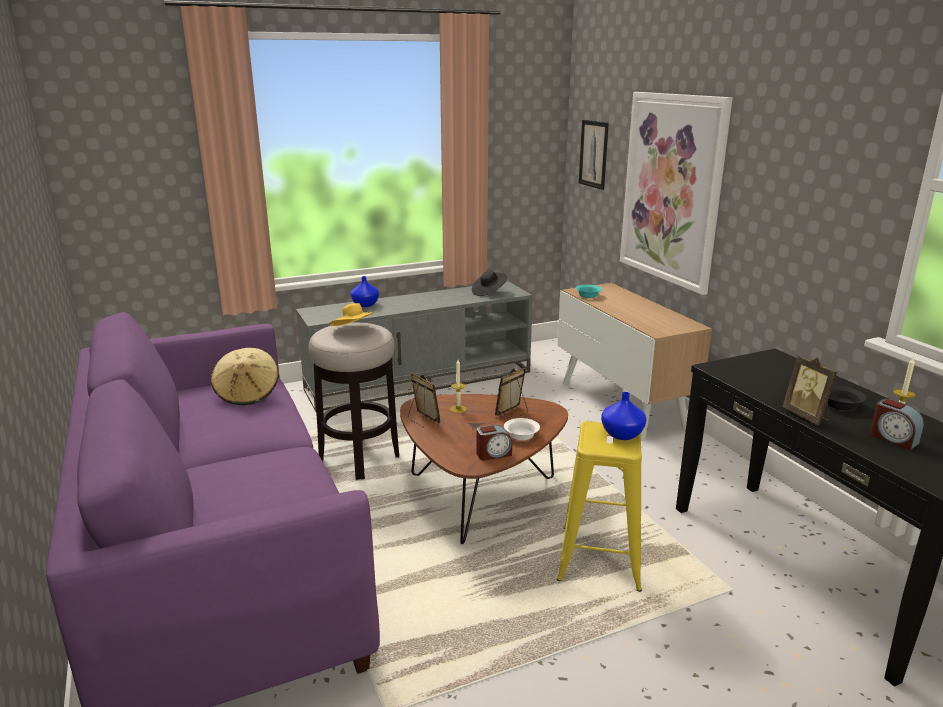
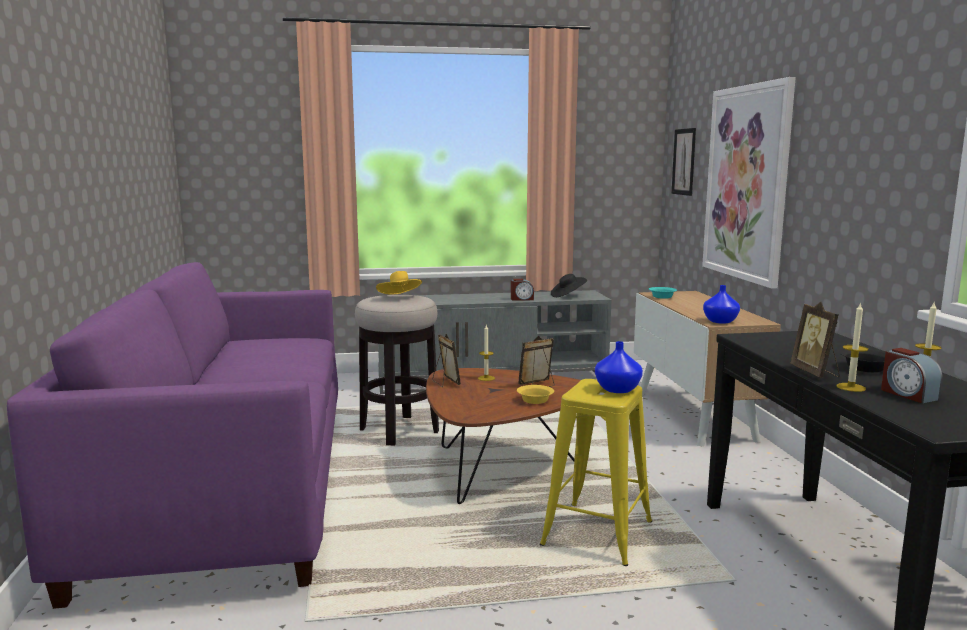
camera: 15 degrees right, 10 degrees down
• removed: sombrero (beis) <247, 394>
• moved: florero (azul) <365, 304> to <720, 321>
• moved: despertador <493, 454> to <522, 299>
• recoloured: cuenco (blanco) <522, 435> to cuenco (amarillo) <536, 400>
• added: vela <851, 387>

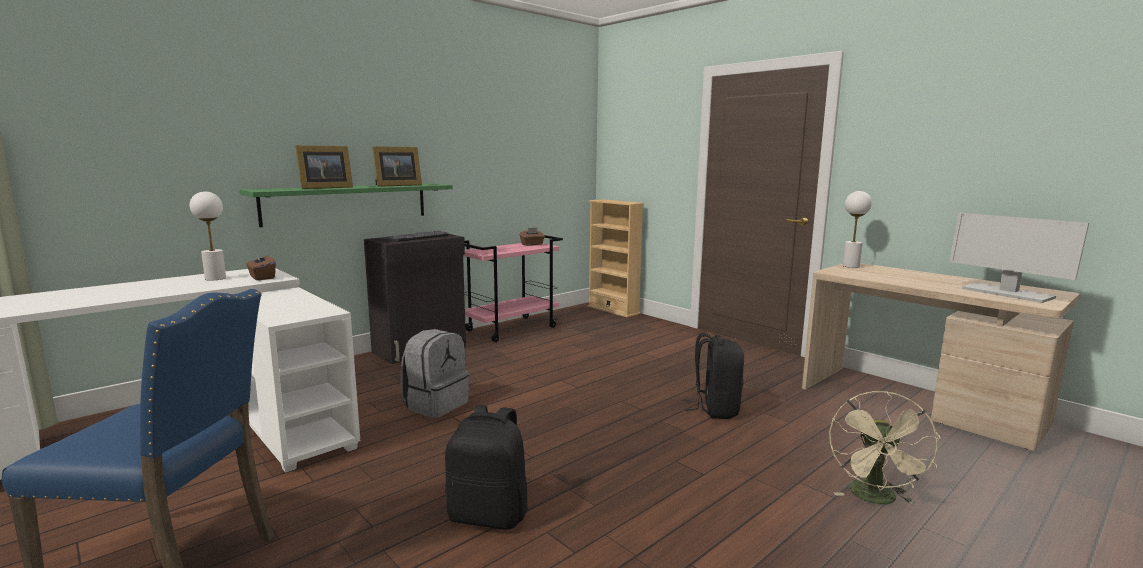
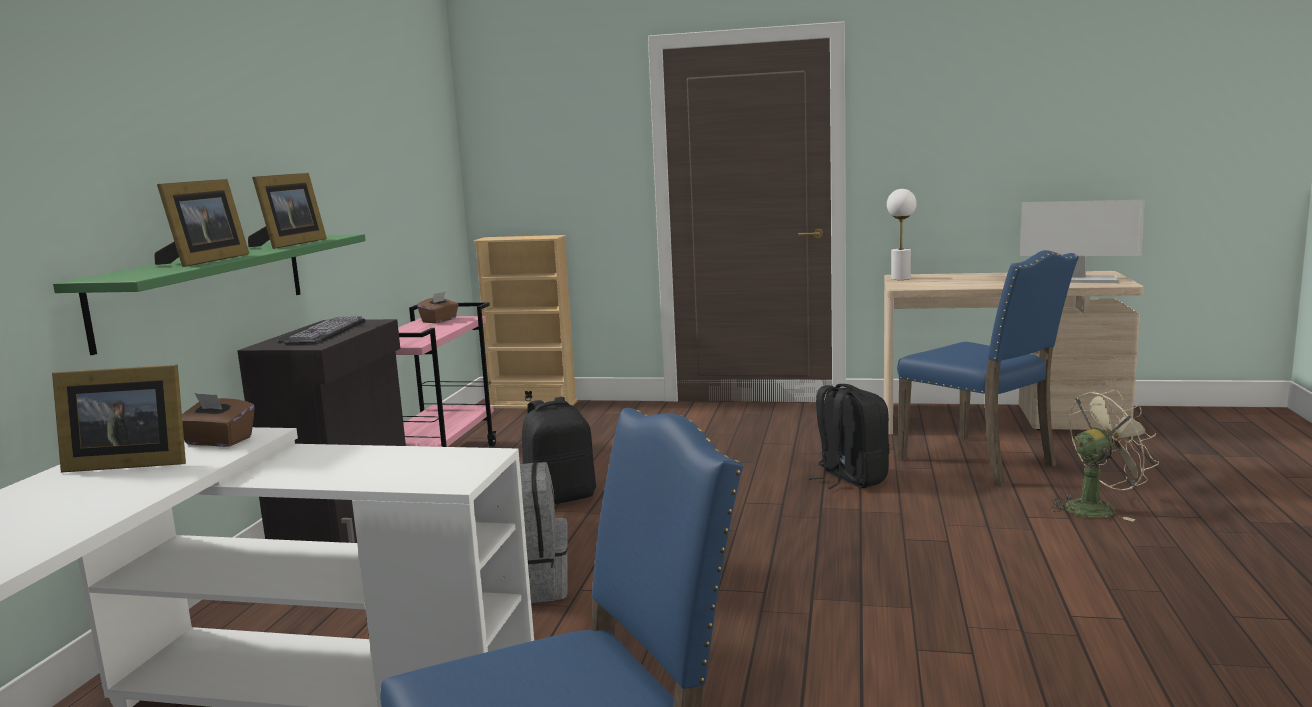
camera: 35 degrees left, 0 degrees up
• replaced: lámpara de mesa (blanco) <215, 278> to portarretratos <126, 463>
• moved: mochila (negro) <489, 515> to <560, 497>
• turned: ventilador (beis) <876, 499> = <1097, 507> 90 degrees counterclockwise
• added: silla (azul) <981, 462>

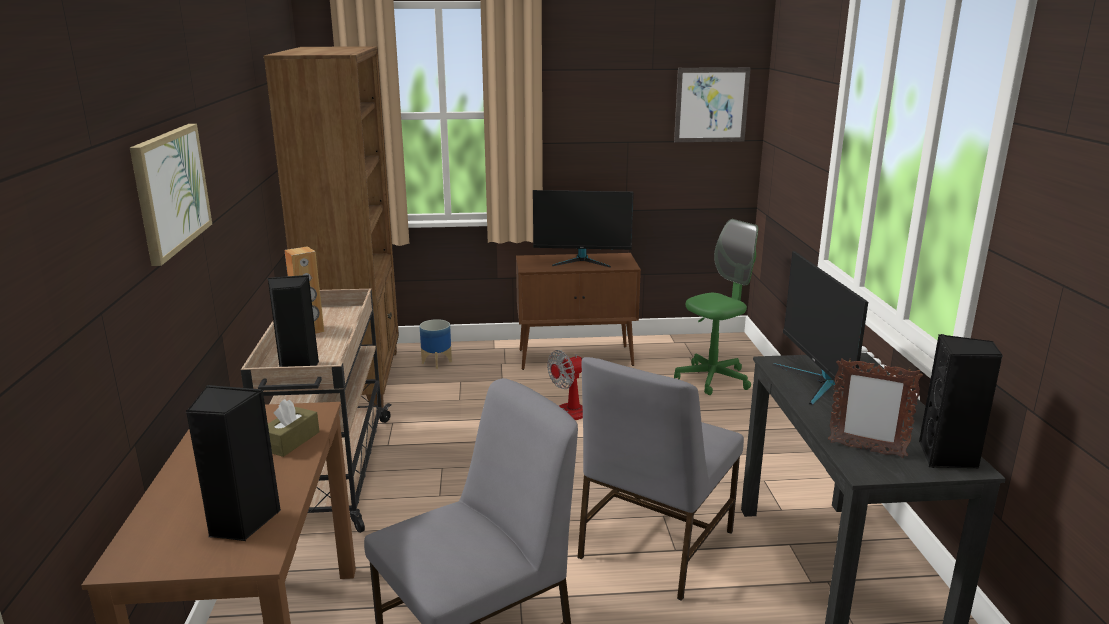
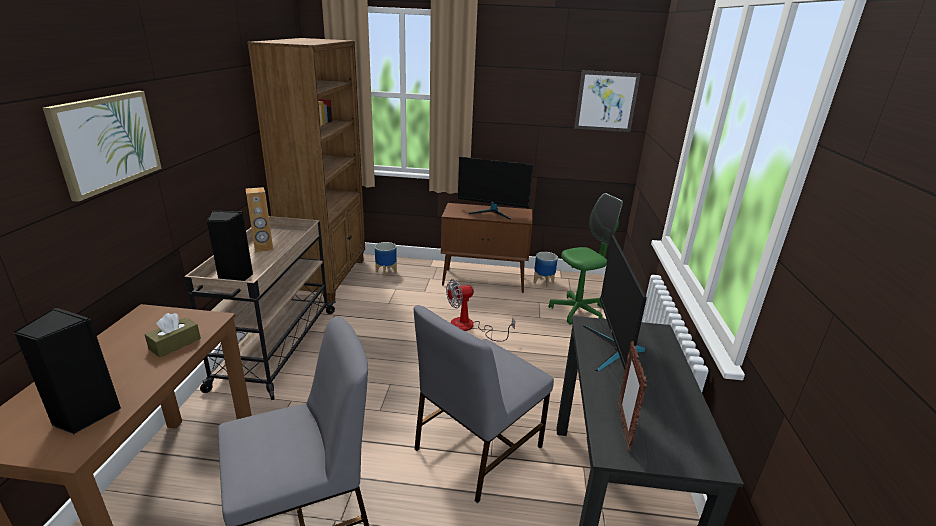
camera: 10 degrees right, 5 degrees up
• turned: portarretratos <866, 450> = <623, 427> 60 degrees clockwise
• removed: altavoz (negro) <948, 457>
• added: maceta <543, 282>

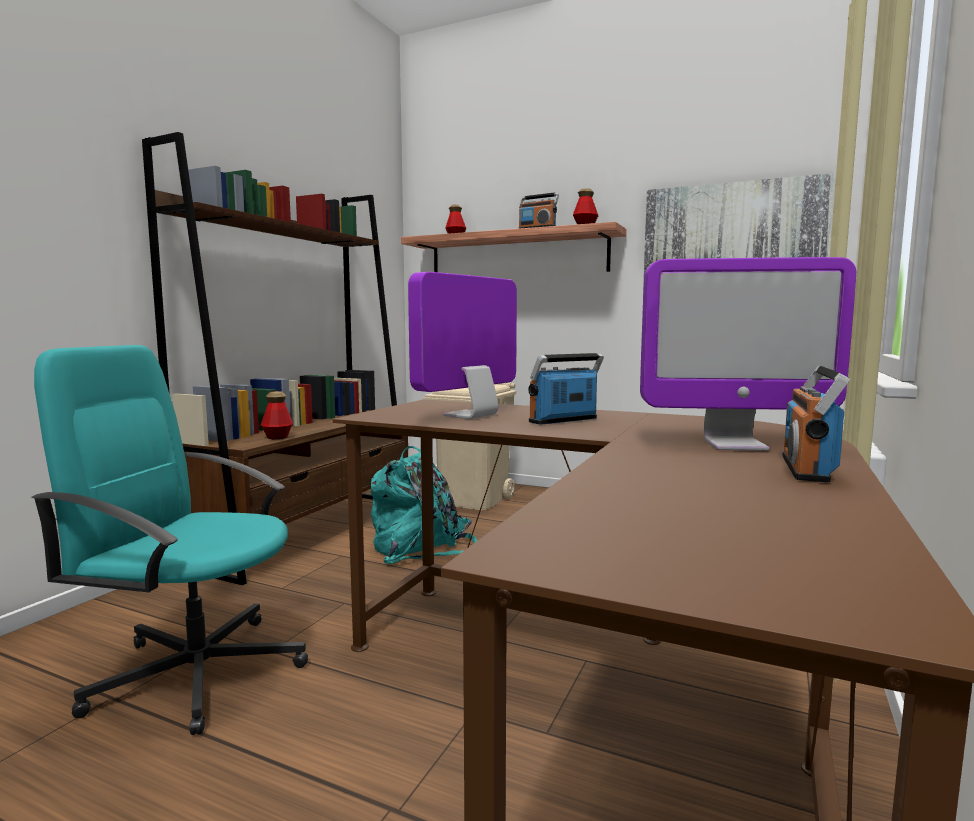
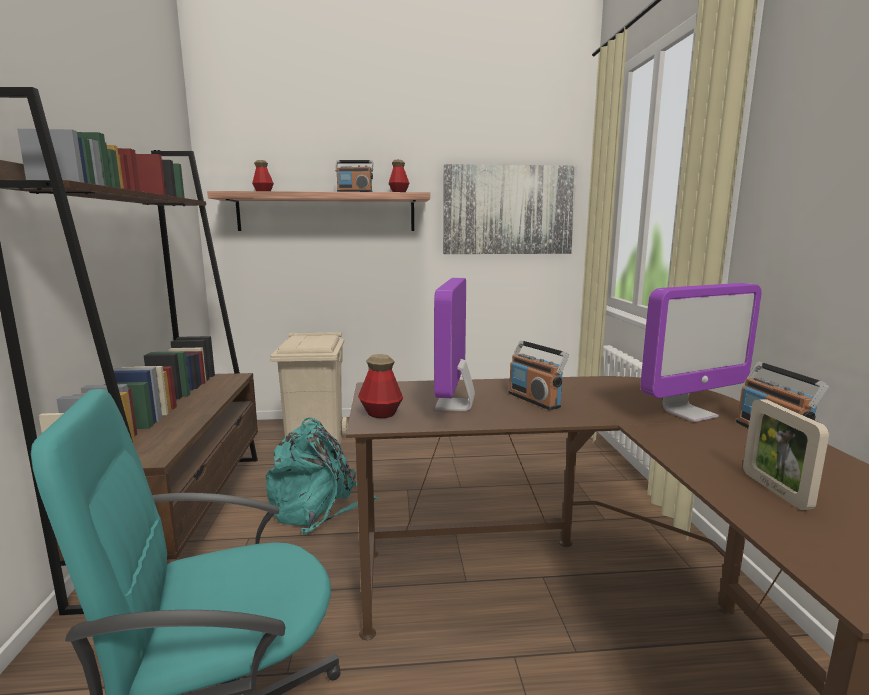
camera: 30 degrees left, 5 degrees up
• moved: botella <277, 437> to <380, 413>
• turned: radio <564, 420> = <534, 400> 60 degrees counterclockwise
• added: portarretratos <775, 490>

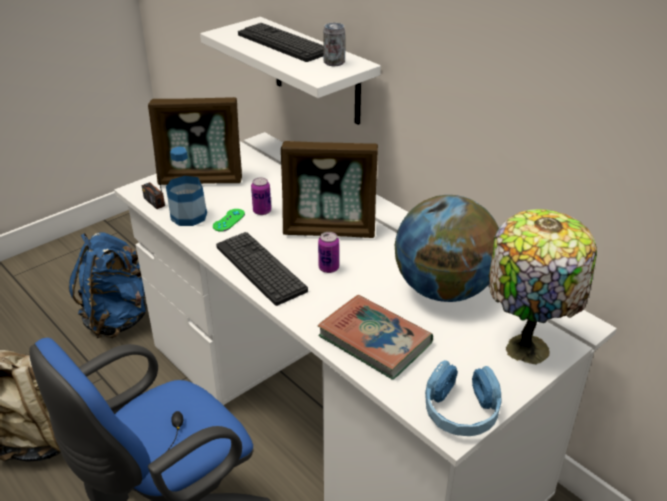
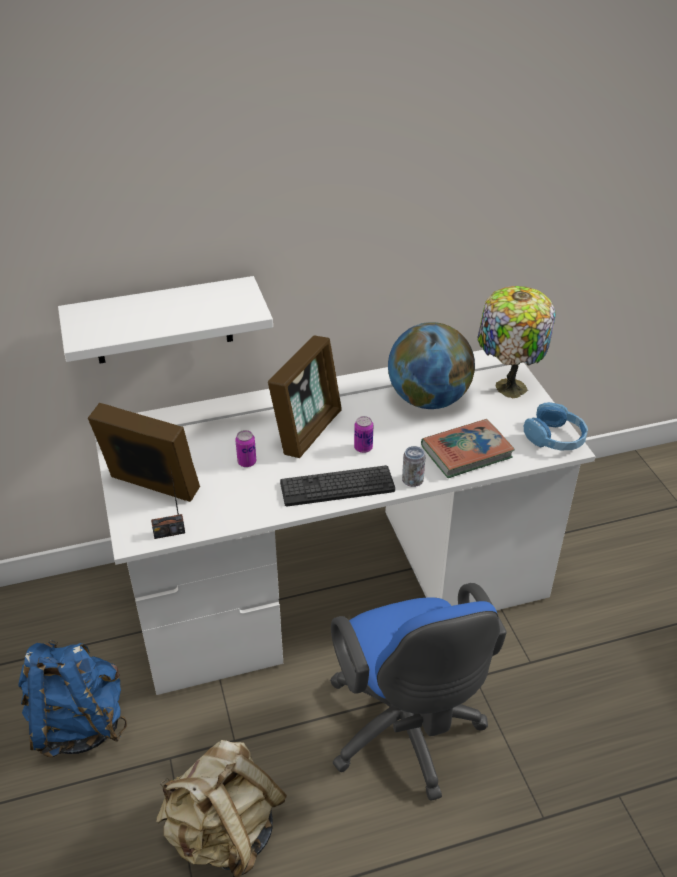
camera: 65 degrees left, 5 degrees up
• turned: portarretratos <201, 179> = <151, 488> 90 degrees counterclockwise
• removed: botella <189, 216>
• removed: mando de consola (verde) <229, 220>
• removed: teclado <283, 43>
• moved: lata <334, 62> to <412, 480>

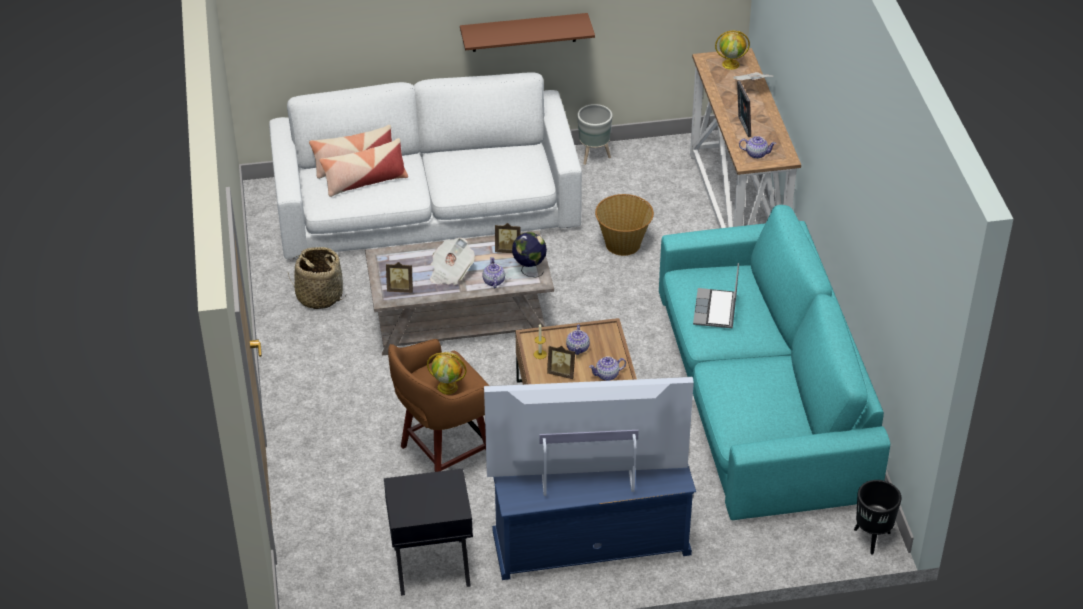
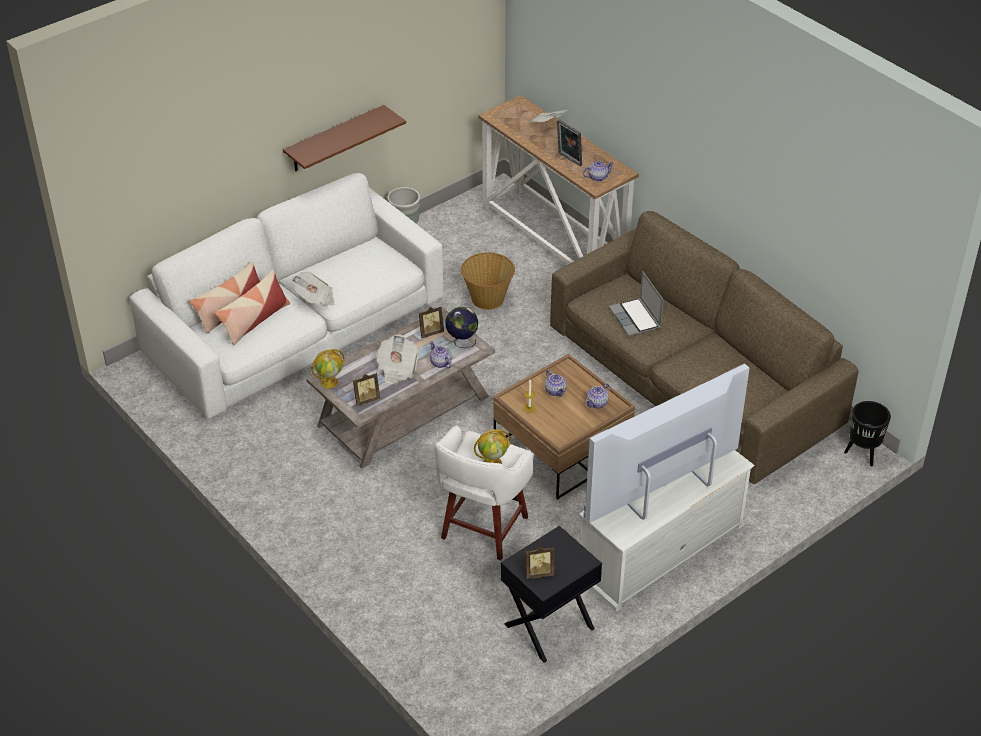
camera: 30 degrees left, 0 degrees up
• removed: cesta <319, 296>
• recoloured: taburete (marrón) <444, 455> to taburete (blanco) <483, 530>
• recoloured: mueble de televisión (azul) <590, 544> to mueble de televisión (blanco) <660, 551>
• moved: portarretratos <562, 373> to <539, 573>
• recoloured: sofá (turquesa) <760, 394> to sofá (marrón) <692, 377>
• moved: globo terráqueo <731, 64> to <330, 382>
• added: periódico <315, 298>

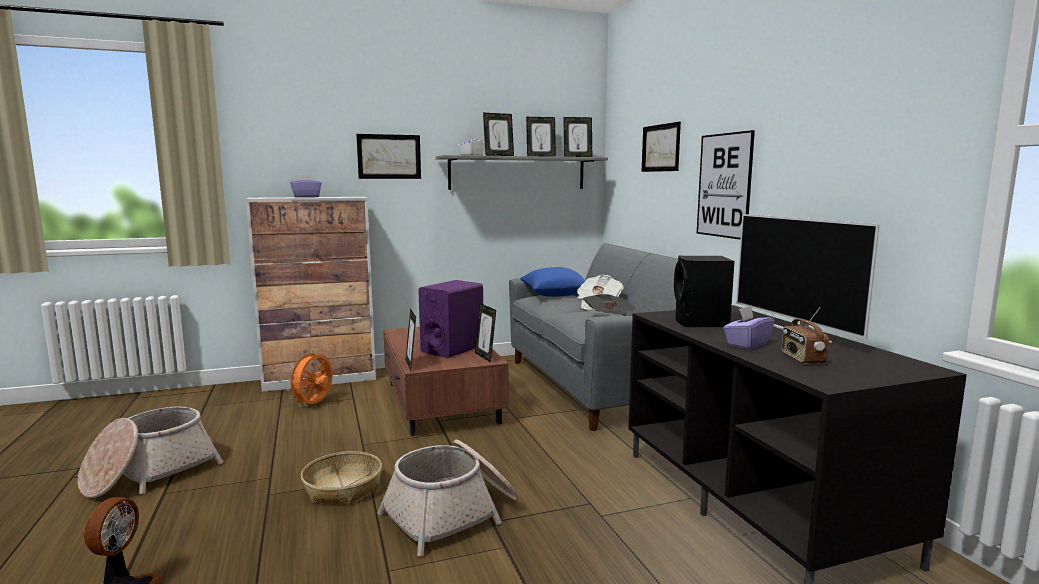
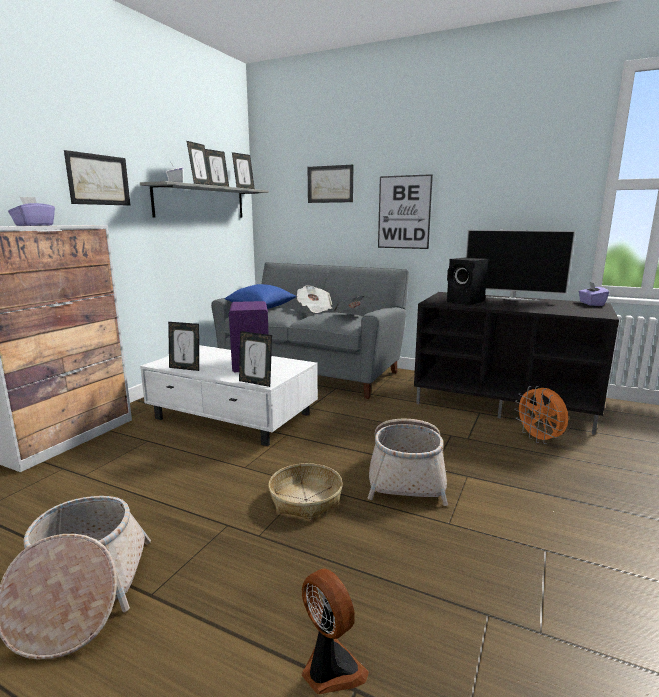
camera: 45 degrees left, 5 degrees up
• moved: ventilador (naranja) <314, 405> to <539, 439>
• recoloured: mesa de centro (marrón) <440, 402> to mesa de centro (blanco) <233, 417>
• moved: portarretratos <485, 357> to <185, 368>
• moved: caja de pañuelos (morado) <747, 344> to <591, 304>
• removed: radio <802, 359>

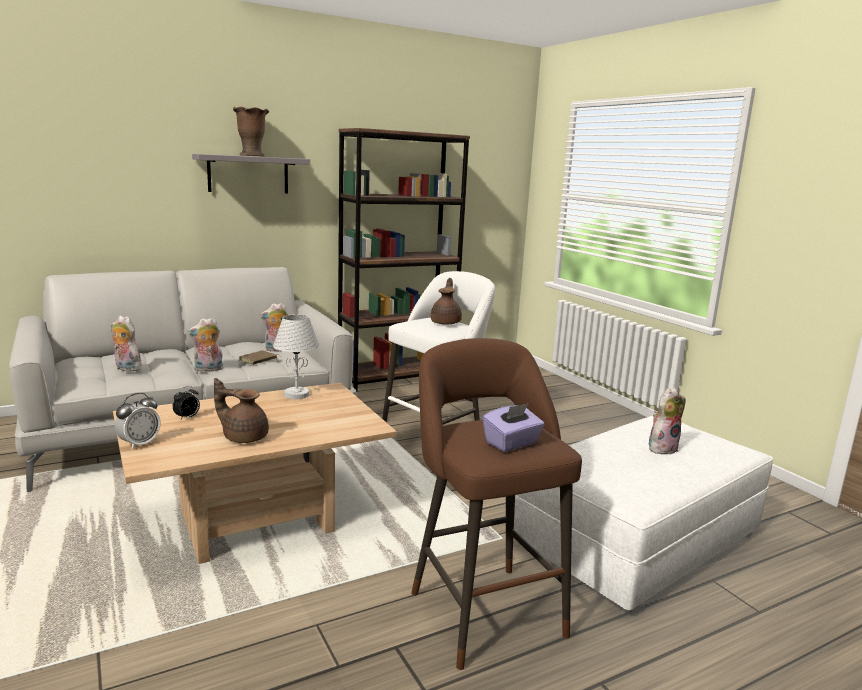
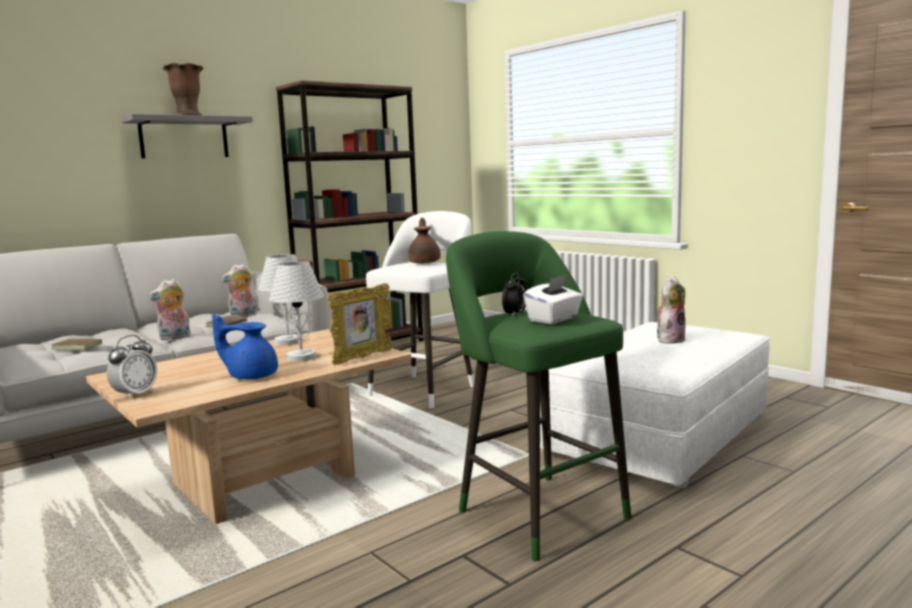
camera: 10 degrees left, 5 degrees down
• replaced: peluche <126, 368> to libro (marrón) <78, 346>
• moved: despertador <187, 418> to <515, 314>
• recoloured: tetera (marrón) <244, 437> to tetera (azul) <251, 376>
• recoloured: taburete (marrón) <482, 608> to taburete (verde) <536, 510>
• recoloured: caja de pañuelos (morado) <512, 443> to caja de pañuelos (blanco) <554, 319>
• added: lámpara de mesa (blanco) <302, 357>
• added: portarretratos <362, 358>

